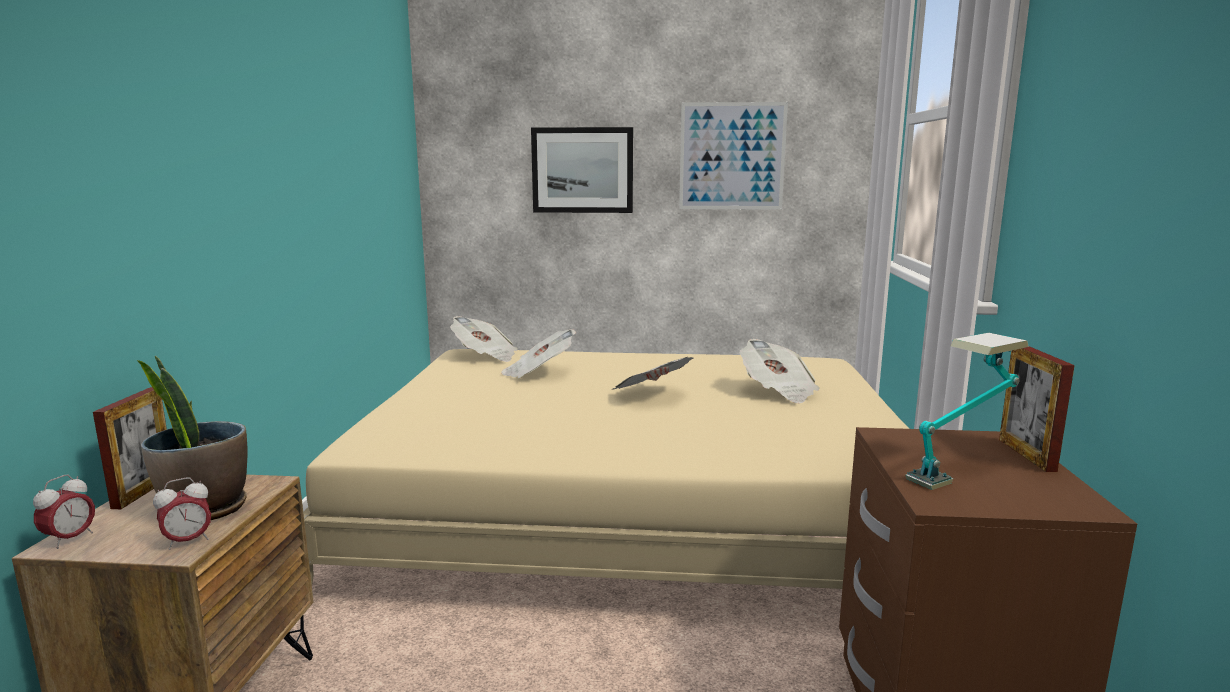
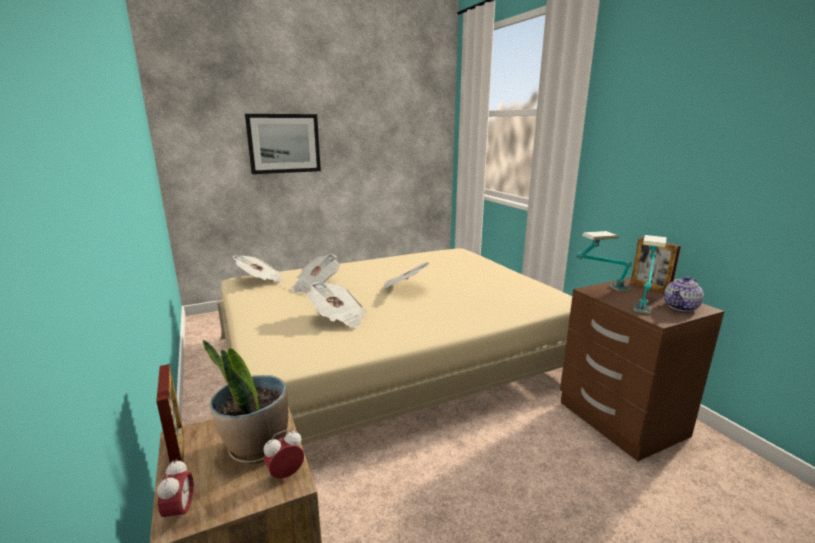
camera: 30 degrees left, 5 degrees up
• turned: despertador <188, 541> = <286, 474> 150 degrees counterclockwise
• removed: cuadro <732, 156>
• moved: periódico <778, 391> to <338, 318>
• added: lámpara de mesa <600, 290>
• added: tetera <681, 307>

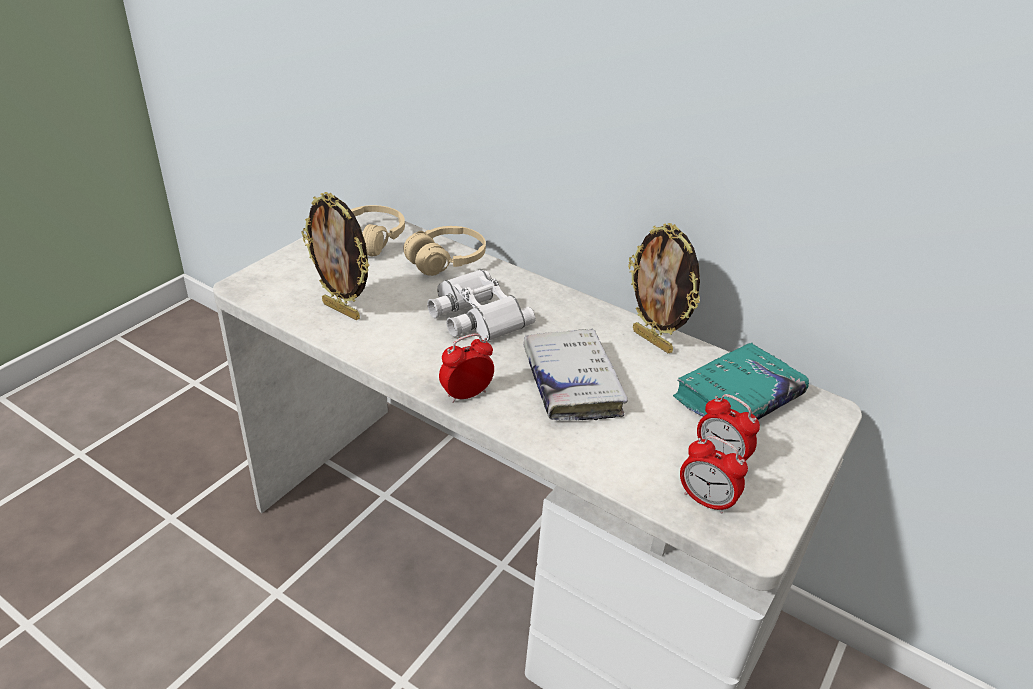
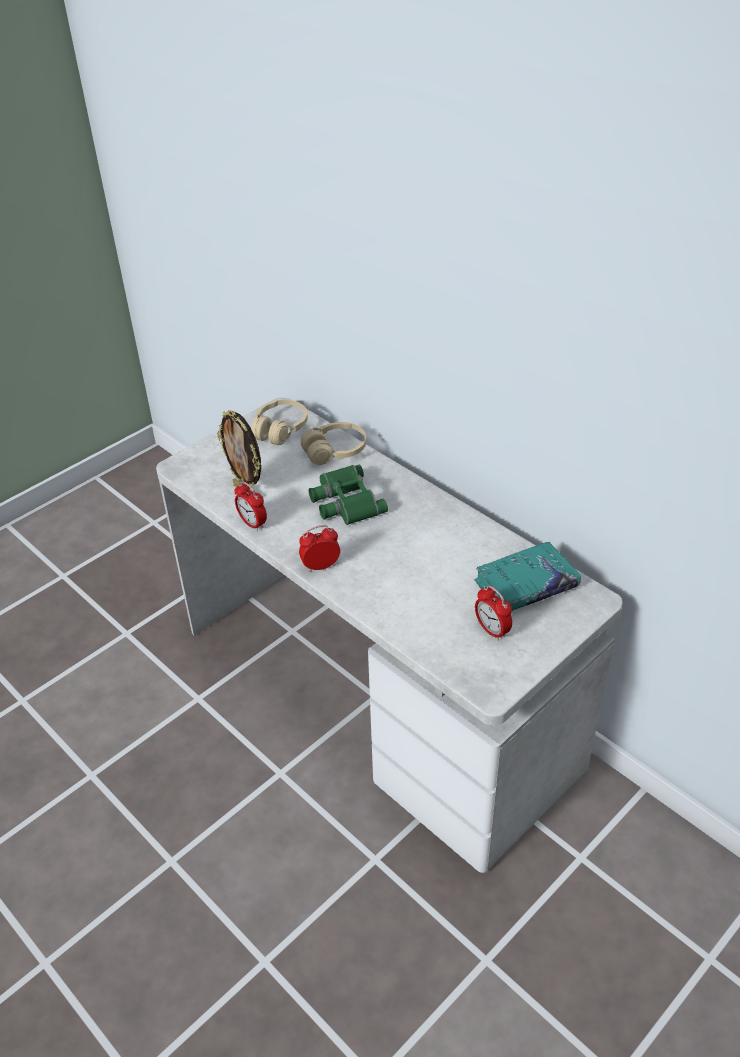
camera: 15 degrees right, 5 degrees up
• recoloured: prismáticos (blanco) <474, 315> to prismáticos (verde) <344, 501>
• removed: libro (blanco) <571, 384>
• removed: portarretratos <653, 341>
• moved: despertador <705, 500> to <252, 523>

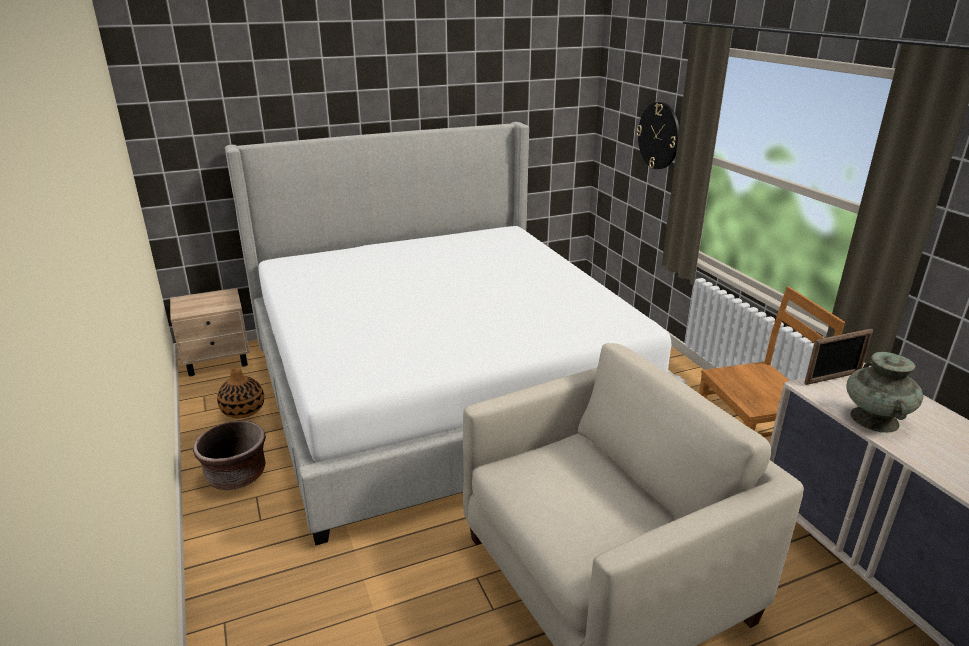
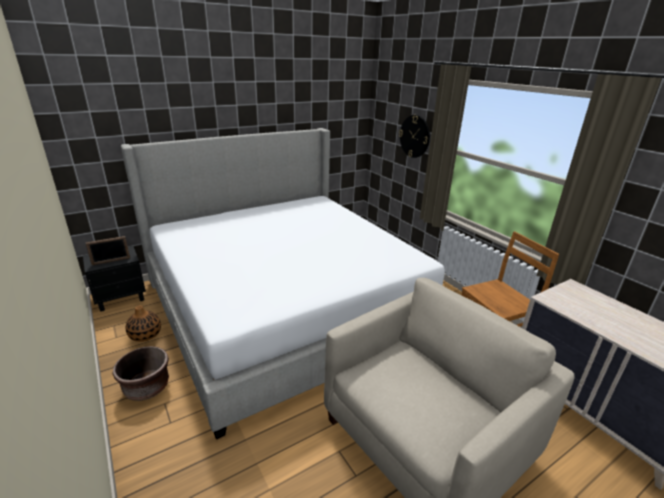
camera: 10 degrees left, 0 degrees up
• recoloured: mesita de noche (beis) <218, 361> to mesita de noche (negro) <121, 298>
• moved: portarretratos <833, 378> to <111, 261>
• removed: florero (turquesa) <874, 419>

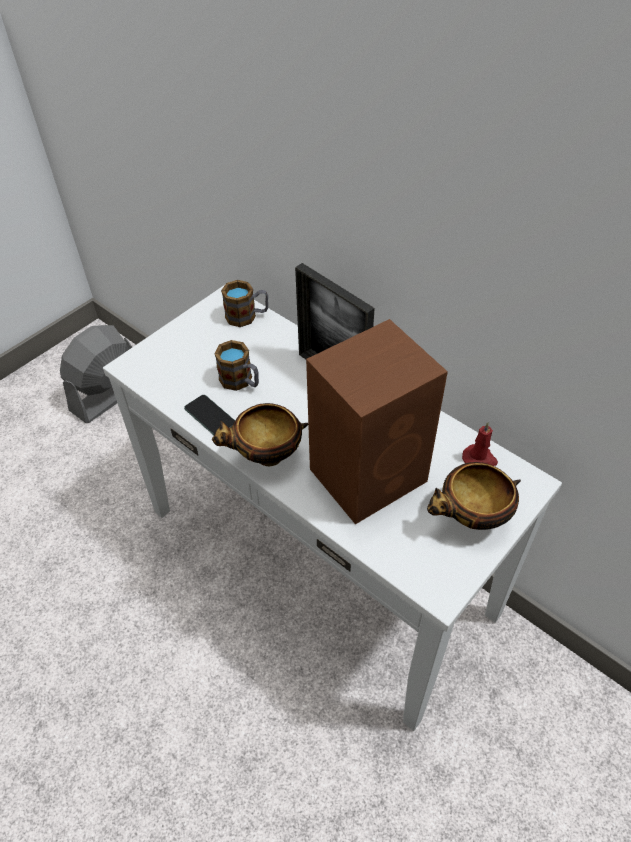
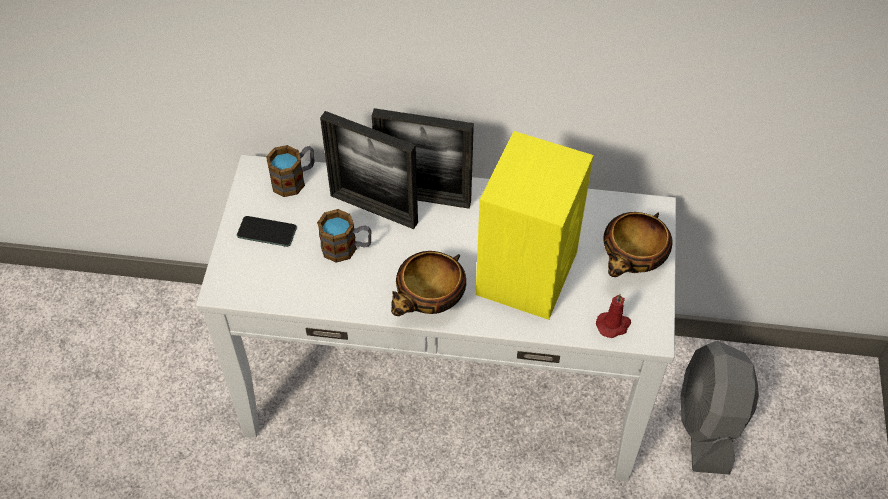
camera: 35 degrees left, 5 degrees up
• moved: ventilador (gris) <109, 394> to <707, 423>
• moved: móvil <210, 416> to <267, 232>
• recoloured: altavoz (marrón) <370, 474> to altavoz (amarillo) <527, 271>
• moved: vela (rojo) <479, 459> to <613, 325>
• added: portarretratos <374, 209>

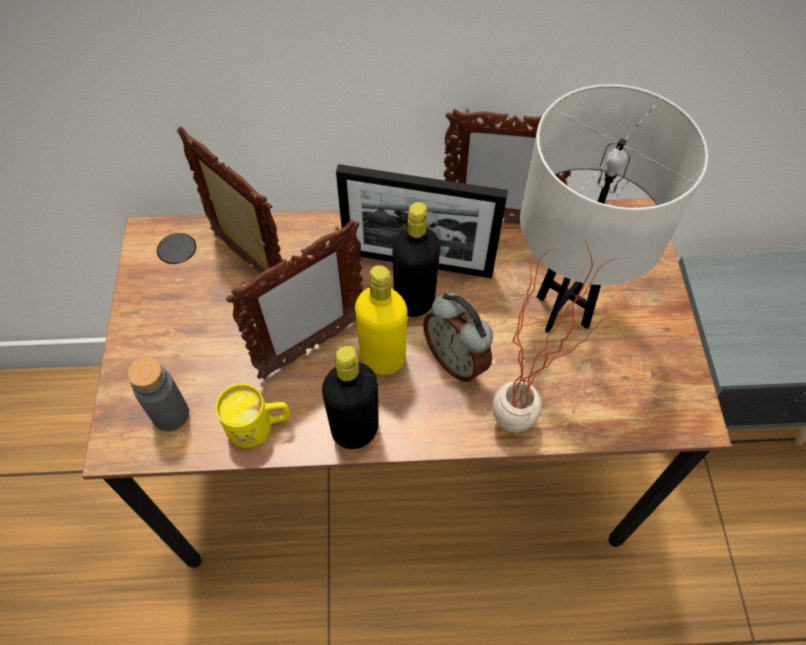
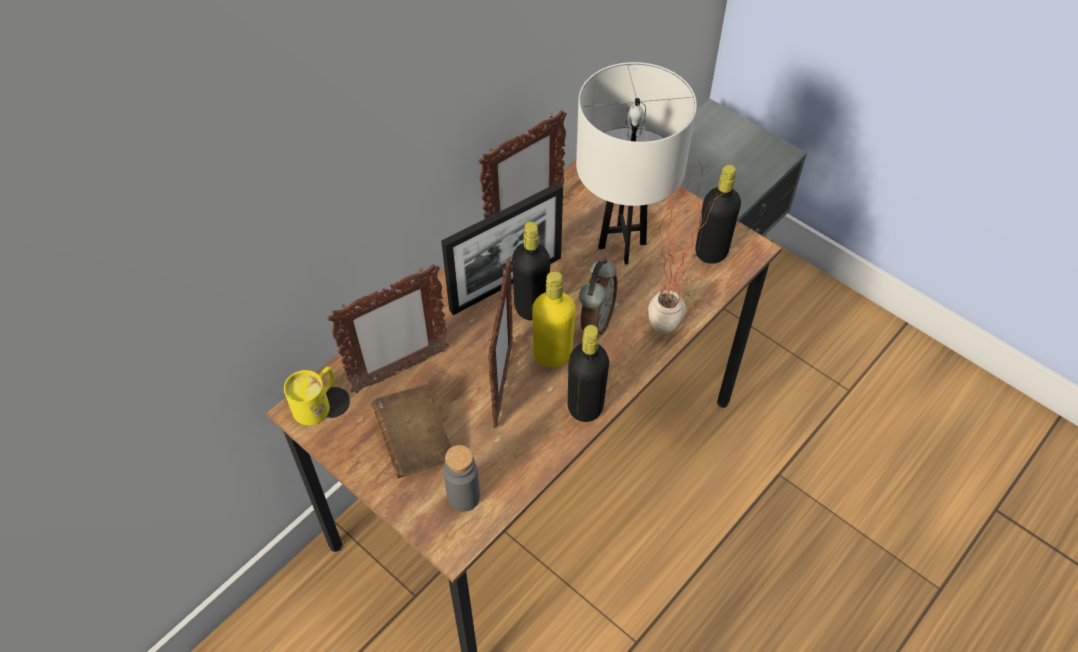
camera: 45 degrees left, 5 degrees down
• turned: portarretratos <250, 265> = <399, 371> 150 degrees clockwise
• moved: taza grande (amarillo) <259, 426> to <317, 403>
• turned: despertador <456, 360> = <595, 320> 75 degrees counterclockwise
• added: libro (marrón) <415, 441>
• added: botella (negro) <711, 252>

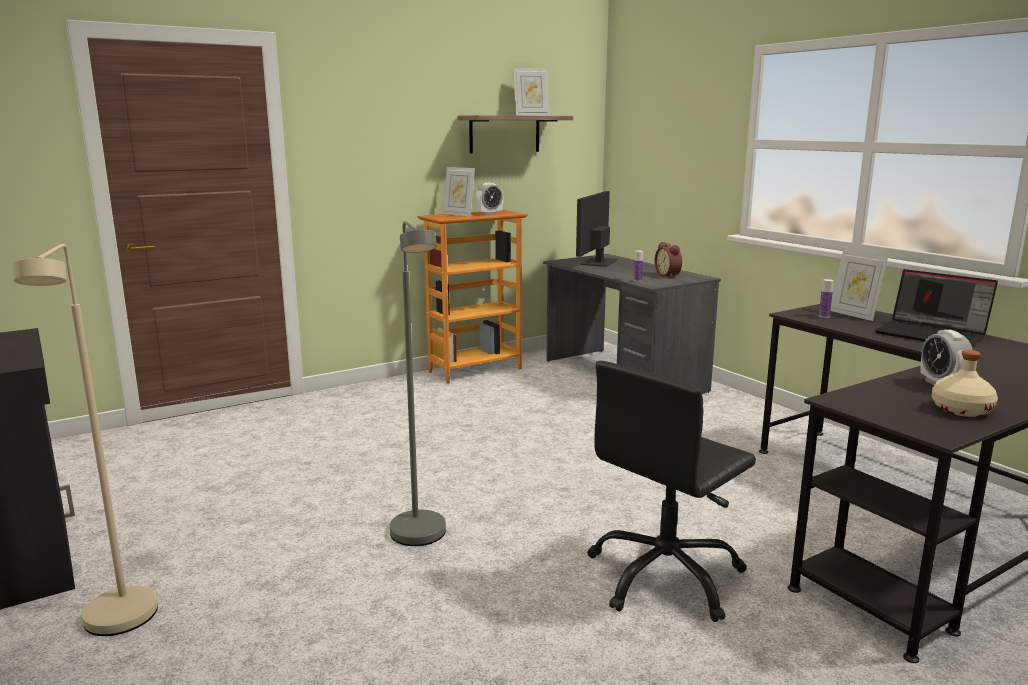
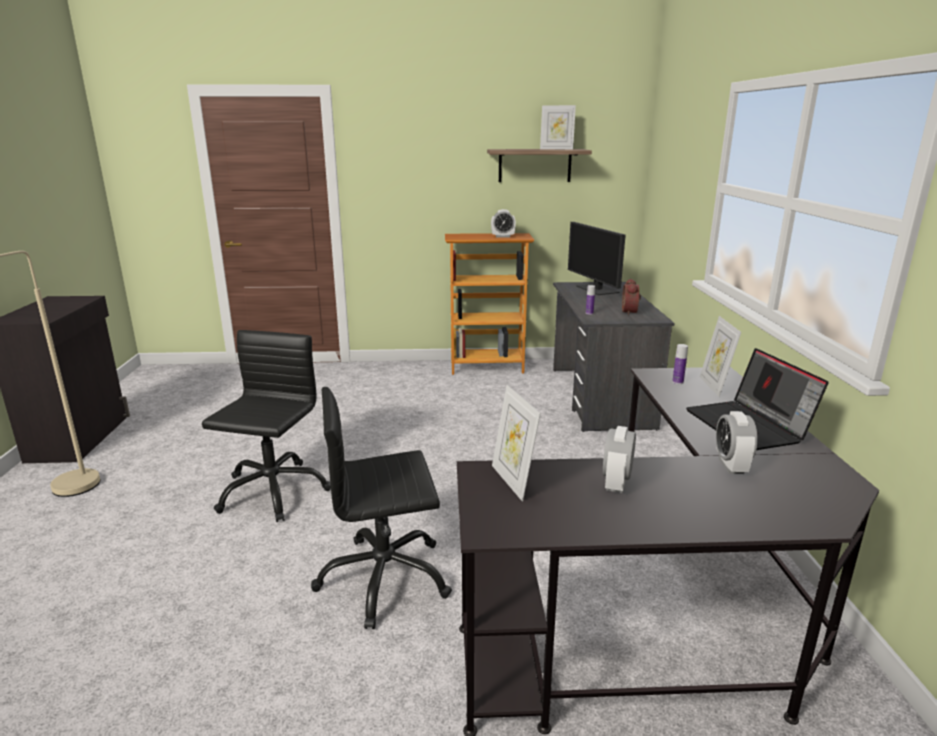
camera: 30 degrees right, 5 degrees up
• replaced: lámpara de pie (gris) <421, 540> to silla de oficina (negro) <272, 491>
• moved: portarretratos <459, 214> to <513, 481>
• turned: monitor <598, 262> = <597, 289> 75 degrees counterclockwise
• removed: botella (beis) <960, 409>
• added: despertador <731, 466>

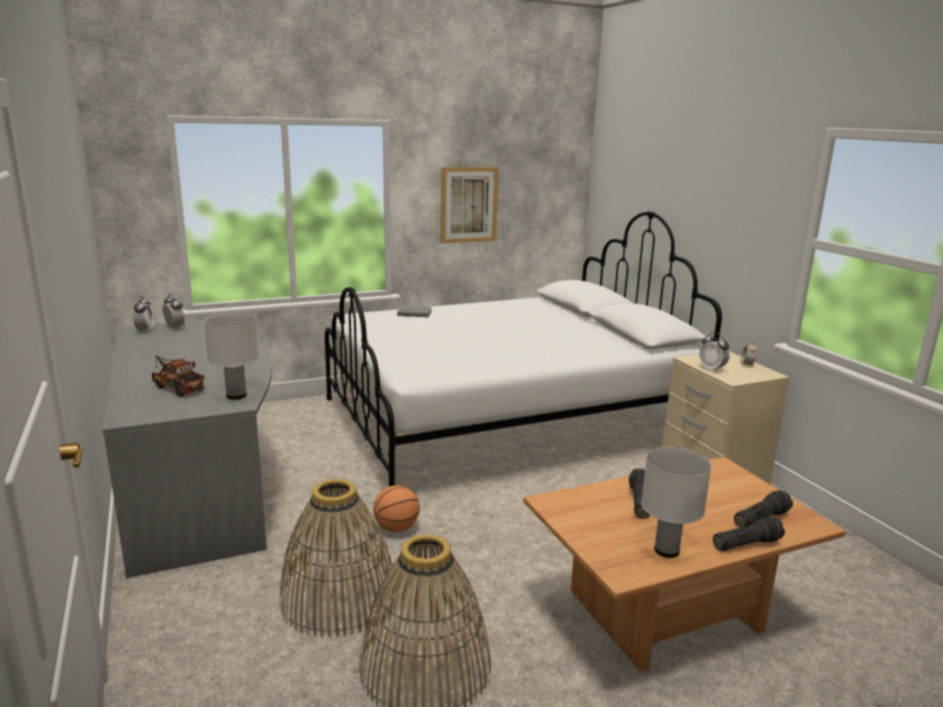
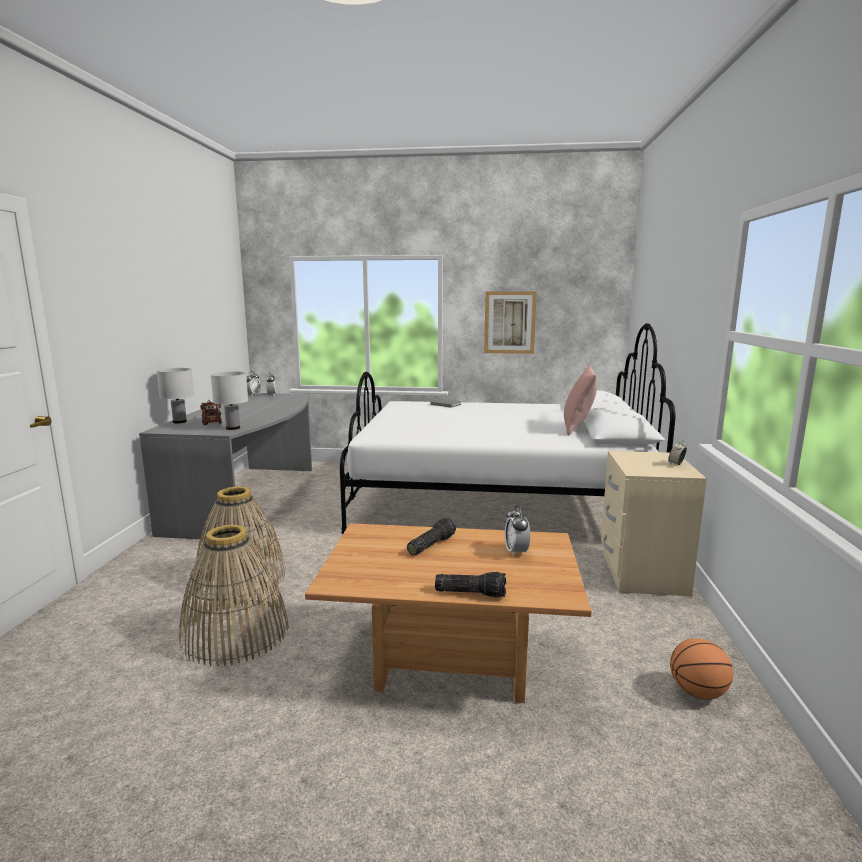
camera: 30 degrees right, 5 degrees down
• moved: balón de baloncesto <396, 528> to <697, 692>
• moved: lámpara de mesa (blanco) <667, 551> to <179, 422>
• moved: despertador <712, 369> to <516, 552>
• removed: linterna <760, 518>
• added: cojín (rosa) <578, 429>

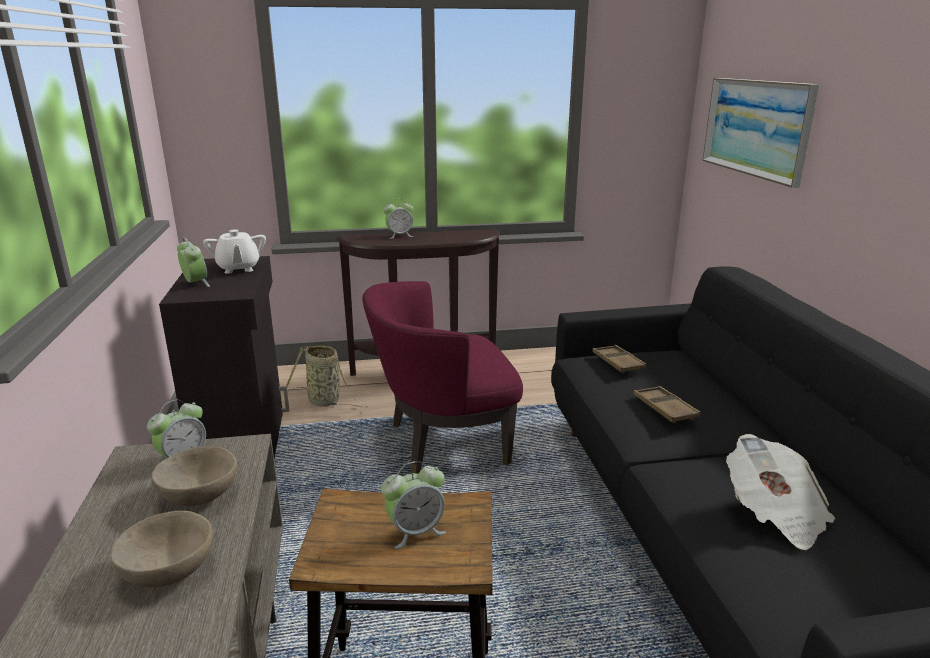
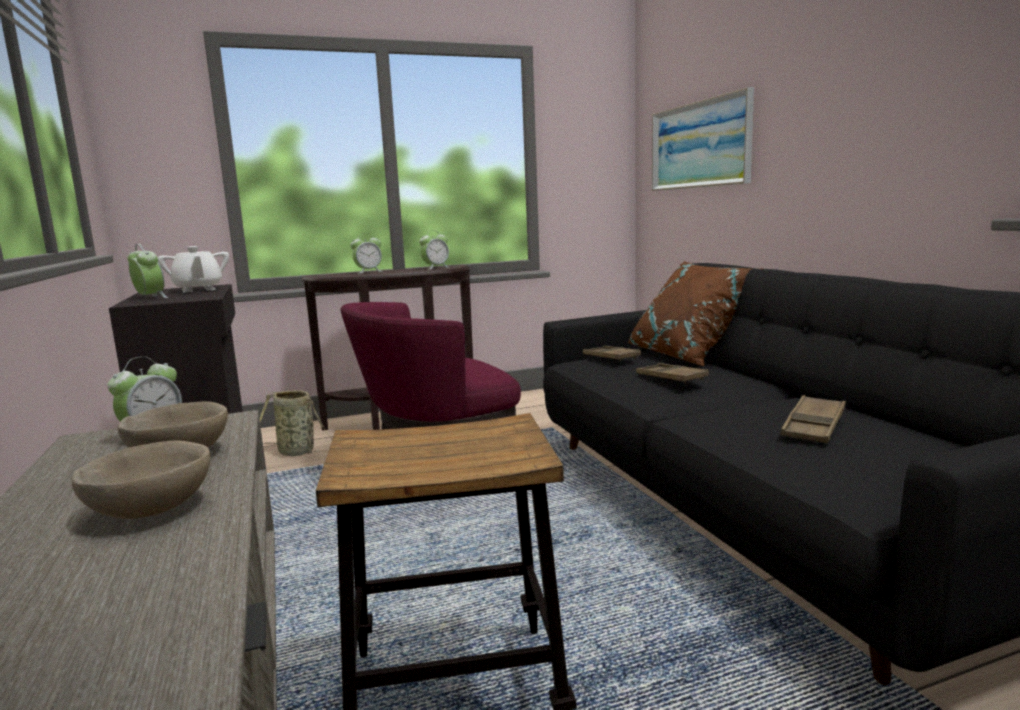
camera: 10 degrees left, 10 degrees down
• moved: despertador <415, 531> to <435, 268>
• replaced: periódico <774, 513> to bandeja (marrón) <813, 426>
• added: cojín (marrón) <688, 356>

